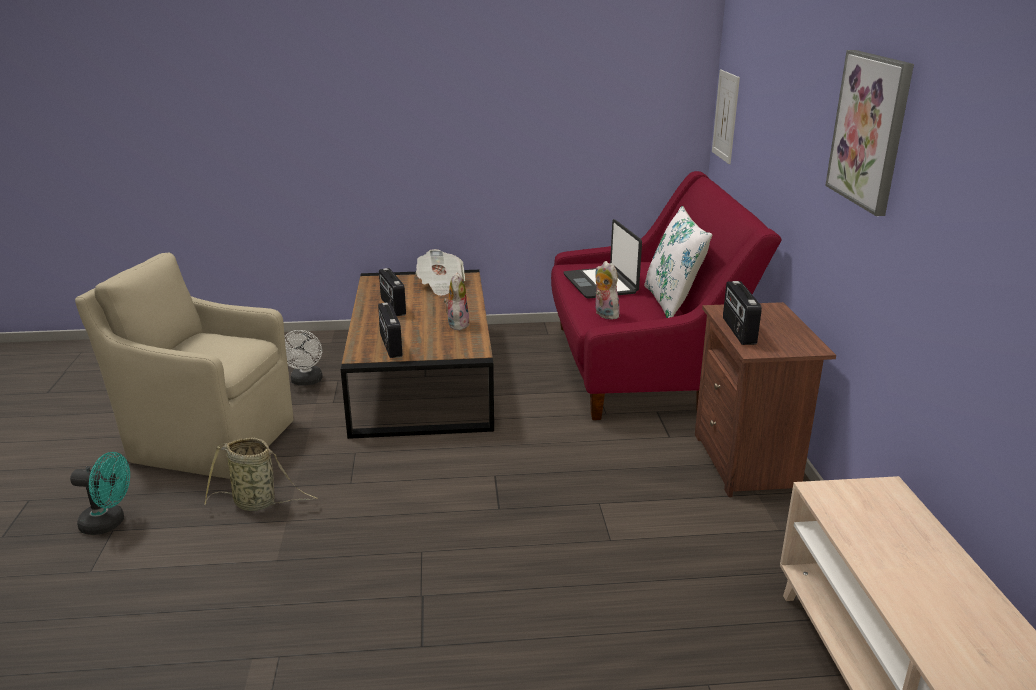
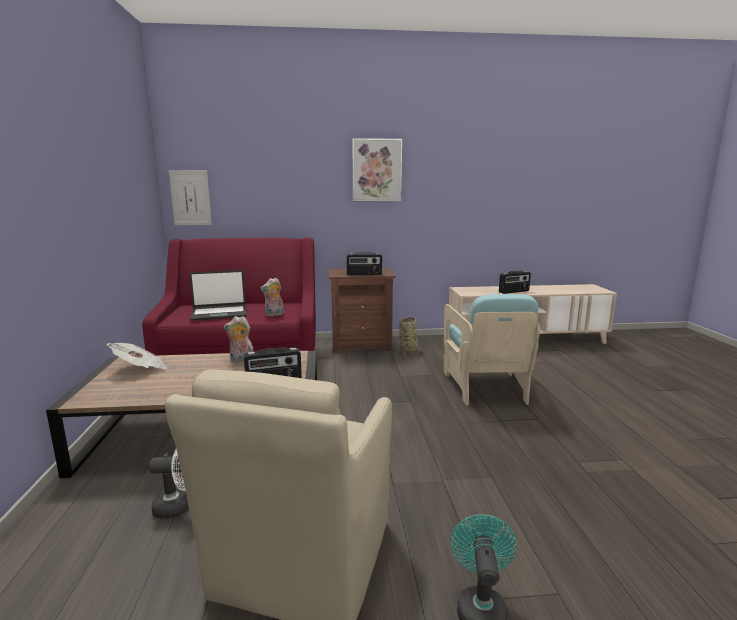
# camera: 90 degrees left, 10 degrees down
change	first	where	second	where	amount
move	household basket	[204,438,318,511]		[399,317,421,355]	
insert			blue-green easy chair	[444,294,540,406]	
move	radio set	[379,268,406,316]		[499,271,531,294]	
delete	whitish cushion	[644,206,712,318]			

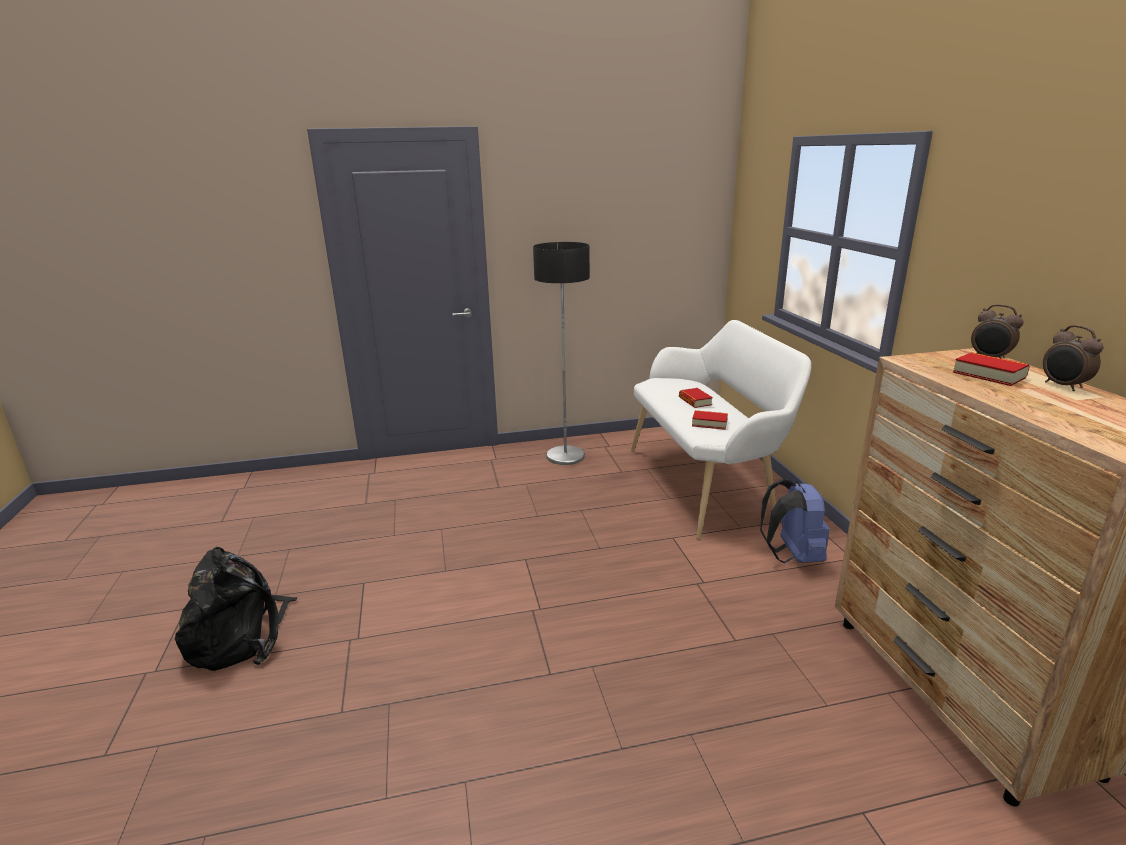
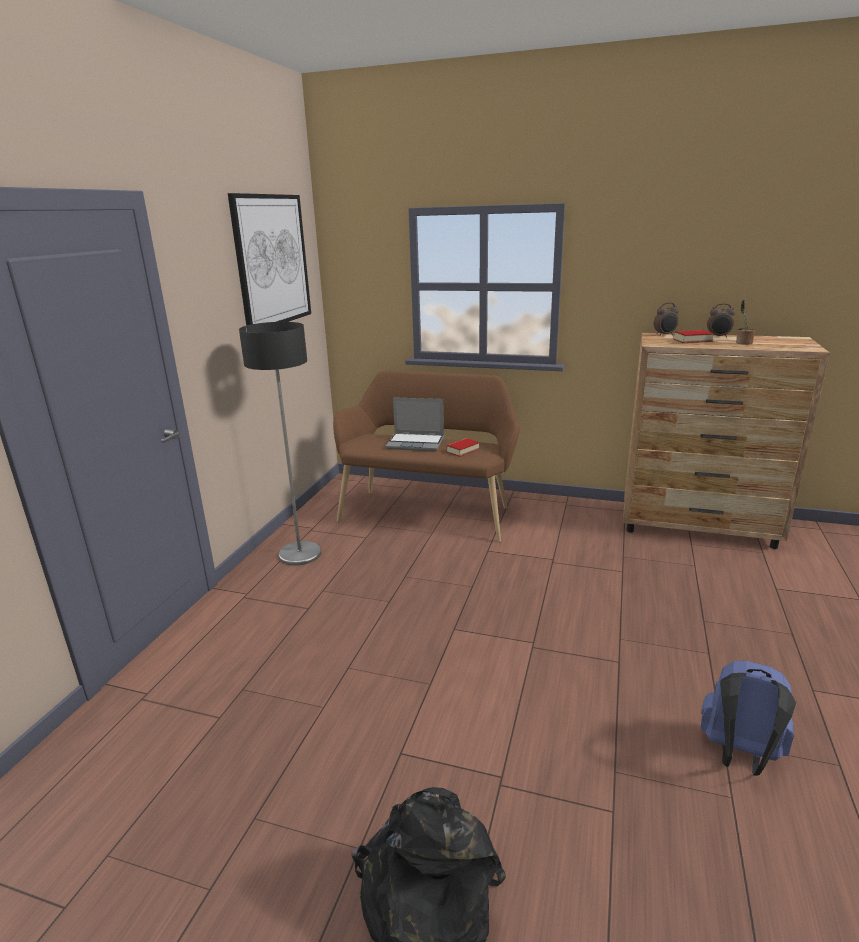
# camera: 60 degrees left, 0 degrees up
change	first	where	second	where	amount
insert			wall picture	[228,193,311,326]	
recolor	whitish long seat	[631,320,811,539]	brownish long seat	[333,370,520,542]	
replace	volume	[679,388,713,408]	notebook computer	[385,397,444,451]	
move	blue rucksack	[760,479,830,563]		[701,661,796,776]	
insert			houseplant	[736,300,755,345]	

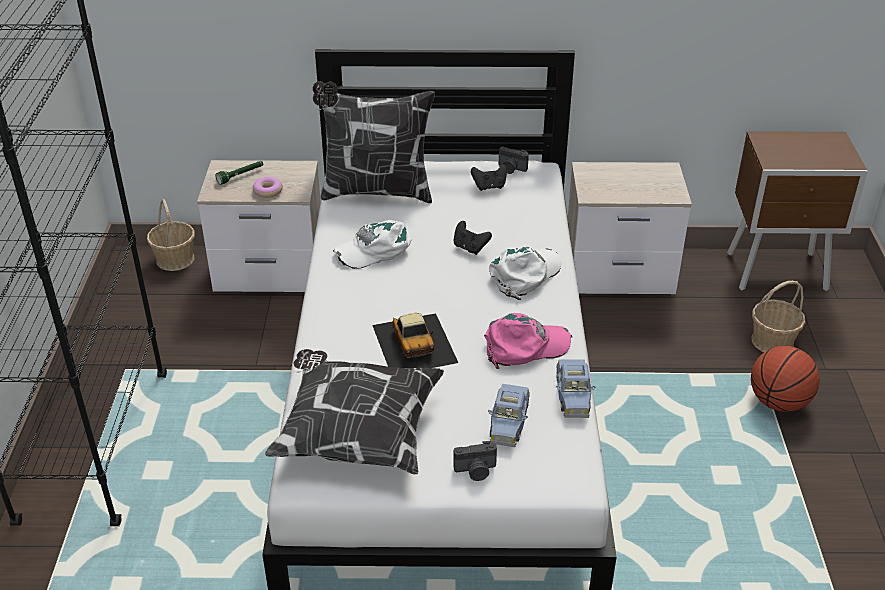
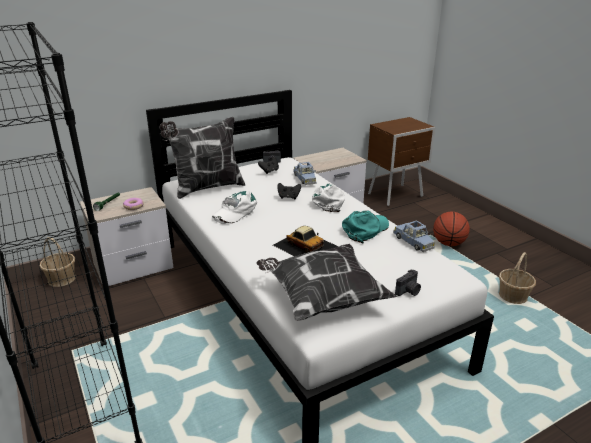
# camera: 30 degrees left, 10 degrees down
change	first	where	second	where	amount
move	blue toy car	[488,384,530,447]		[293,162,316,185]	
recolor	pinkish baseball cap	[484,313,572,369]	blue-green baseball cap	[342,210,389,243]	
move	household basket	[751,281,806,352]		[499,252,536,304]	

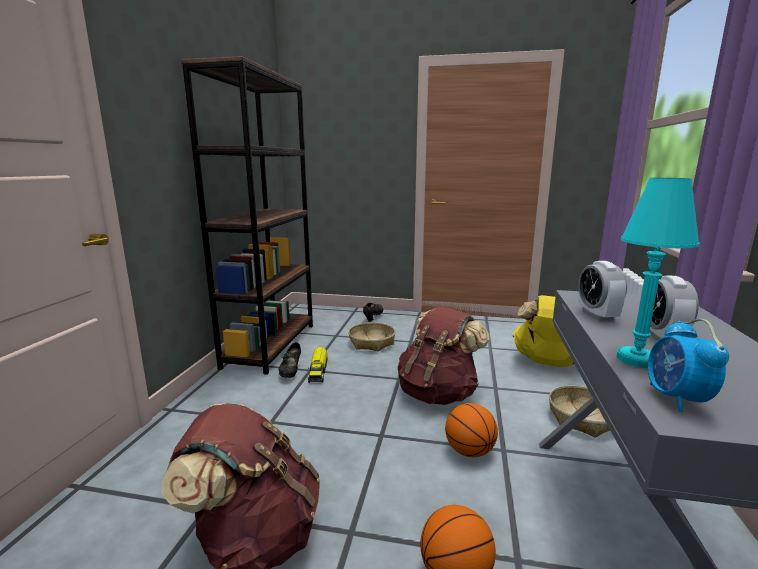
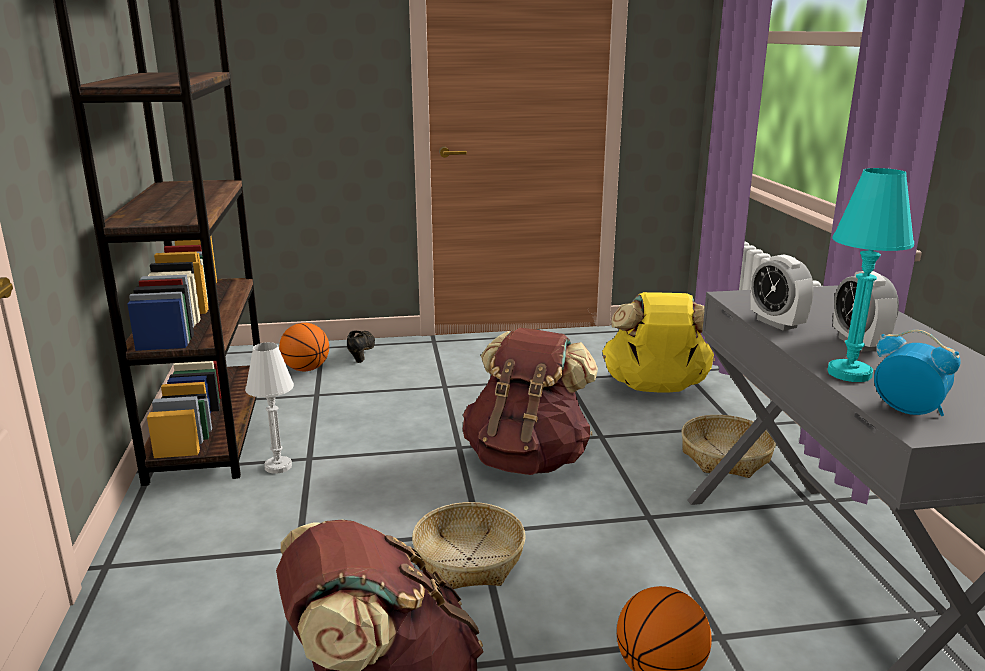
# camera: 20 degrees left, 5 degrees up
change	first	where	second	where	amount
replace	black-coloured item of footwear	[279,342,301,378]	whitish tabletop lamp	[245,342,294,474]	
move	basketball ball	[445,403,498,457]		[279,323,329,371]	
move	household basket	[348,322,395,352]		[412,502,526,589]	
rotate	alarm clock	[648,319,729,412]		[874,330,961,416]	150 degrees clockwise
delete	toy truck	[308,347,327,383]			

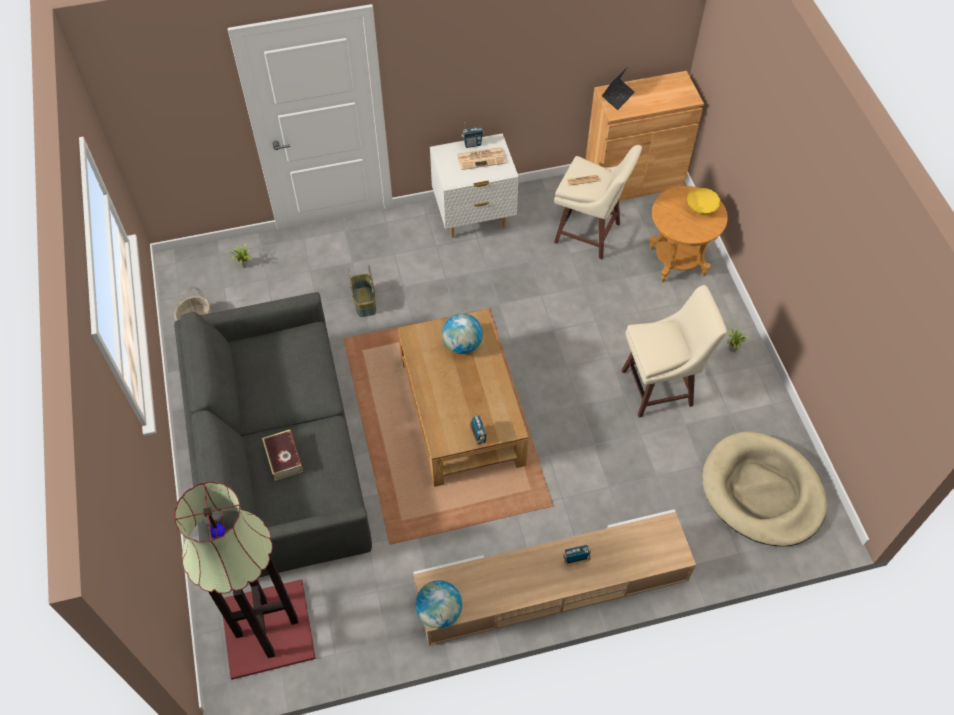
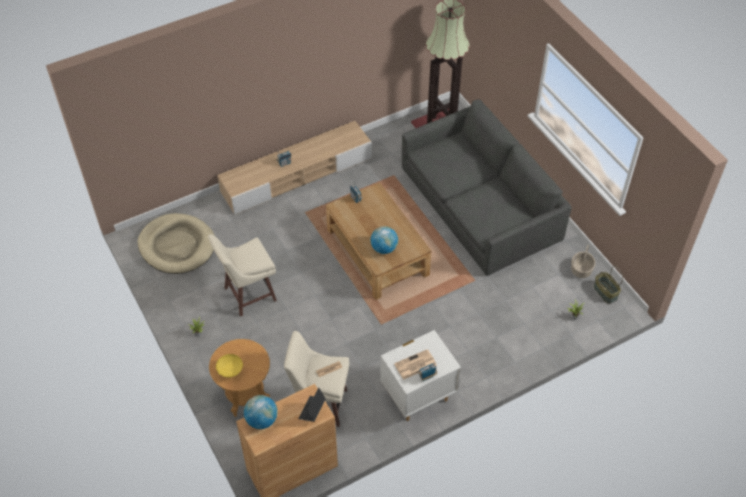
# camera: 165 degrees right, 5 degrees down
change	first	where	second	where	amount
move	globe	[416,580,462,628]		[244,395,277,429]	
move	household basket	[348,265,376,317]		[594,266,623,304]	
delete	volume	[262,430,303,481]			

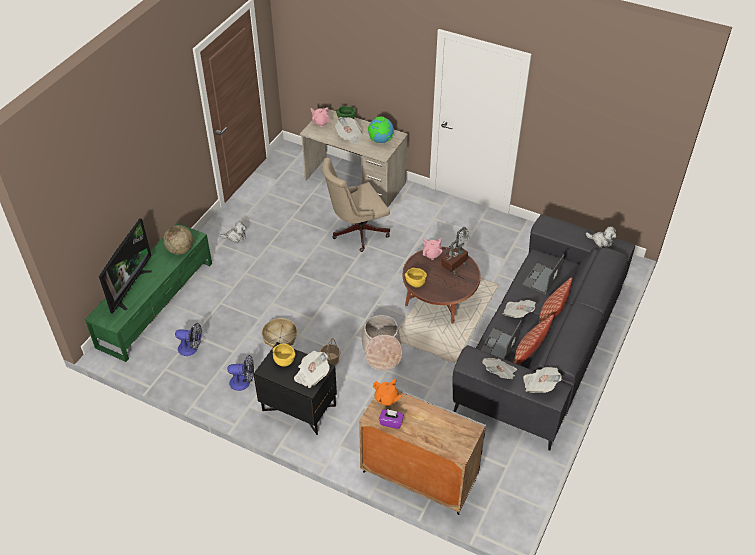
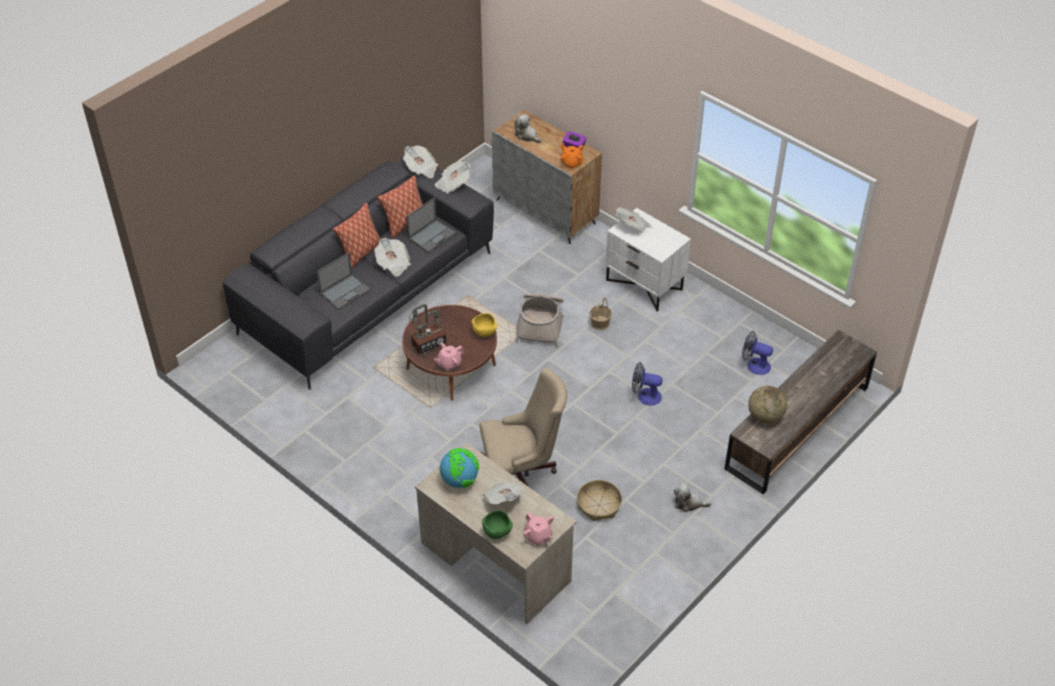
# camera: 165 degrees left, 0 degrees up
change	first	where	second	where	amount
move	plush toy	[586,226,617,248]		[514,114,541,143]	
move	household basket	[262,318,297,347]		[577,480,622,521]	
recolor	black-coloured bedside table	[254,342,337,435]	whitish bedside table	[606,208,691,311]	
move	cooling fan	[227,355,254,391]		[632,362,663,406]	
recolor	green media console	[85,223,212,362]	brownish media console	[725,330,877,494]	
delete	TV	[99,218,152,314]			
delete	yellowish bowl	[273,343,295,367]			

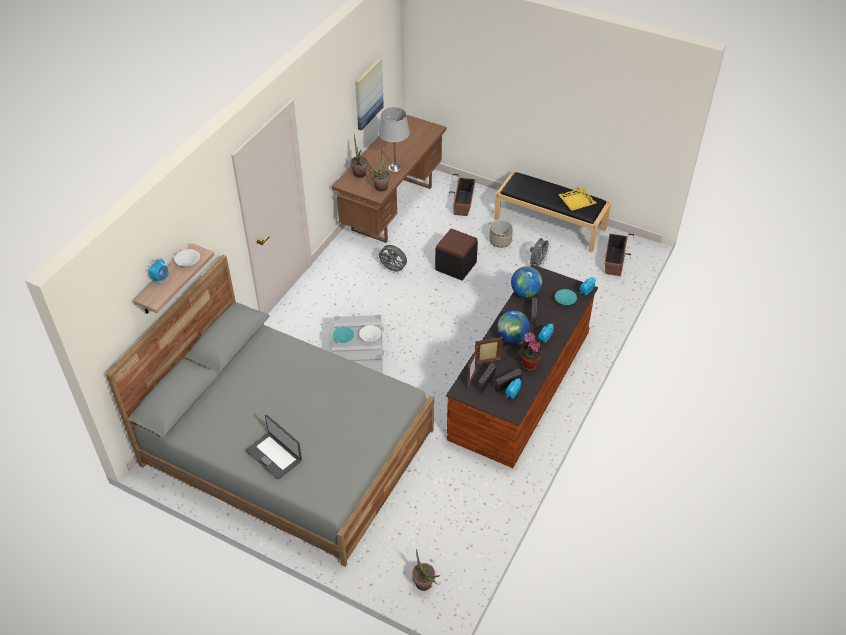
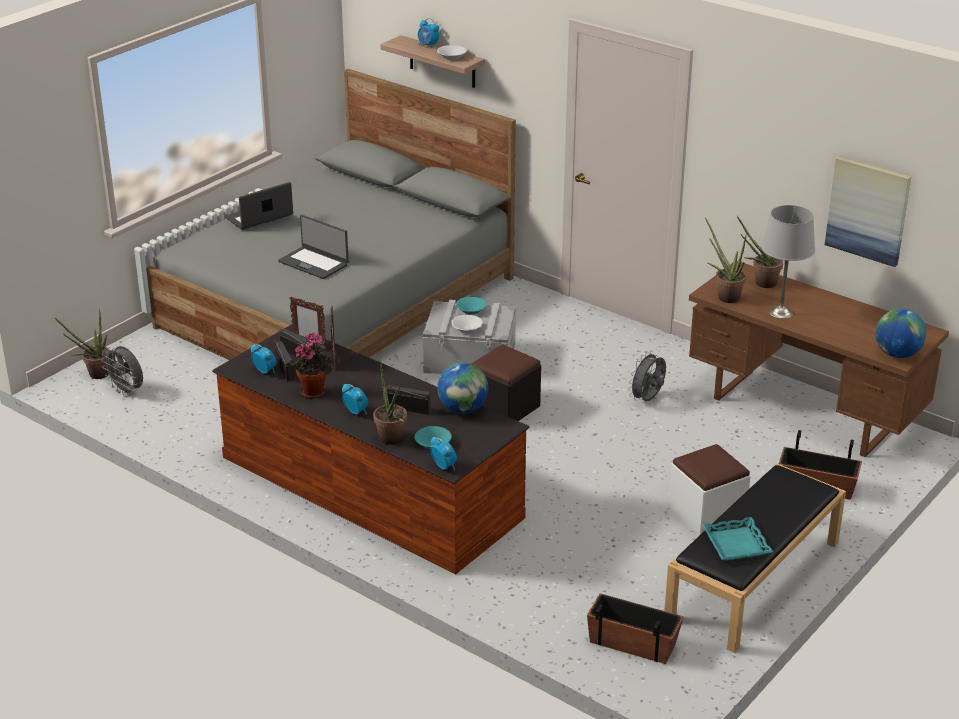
# camera: 100 degrees right, 15 degrees down
change	first	where	second	where	amount
move	grey cooling fan	[530,238,551,267]		[101,346,143,396]	
insert			notebook computer	[278,215,349,279]	
insert			houseplant	[373,361,407,445]	
move	black-coloured ottoman	[435,229,478,281]		[472,345,541,421]	
replace	flower pot	[489,220,513,248]	whitish ottoman	[668,444,751,535]	
recolor	yellowish serving tray	[559,187,596,211]	blue-green serving tray	[702,517,773,561]	
move	globe	[497,311,530,343]		[875,309,926,358]	

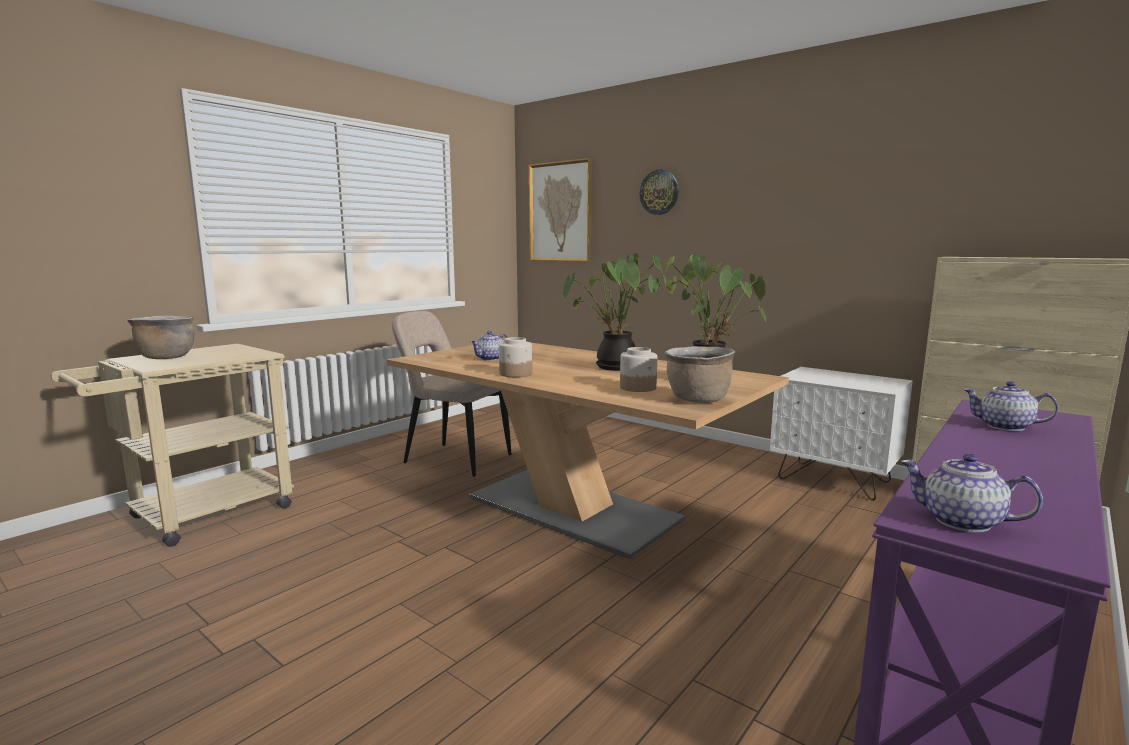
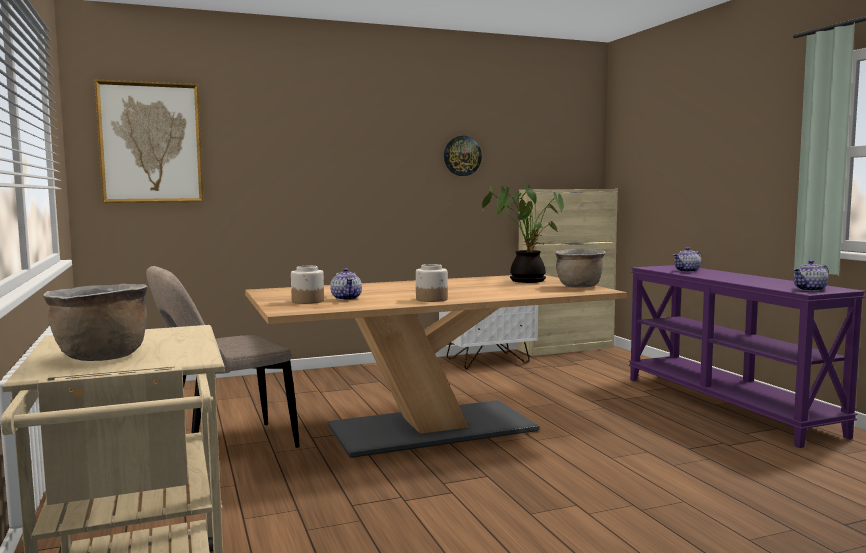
# camera: 60 degrees left, 5 degrees down
change	first	where	second	where	amount
move	storage jar	[620,347,657,392]		[291,266,324,304]	
move	clock on the wall	[640,170,679,215]		[444,136,482,176]	
delete	houseplant	[563,253,666,371]			

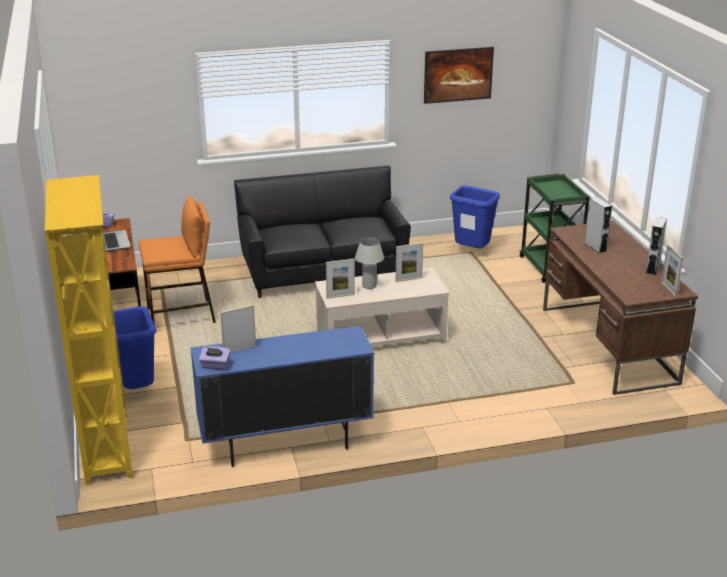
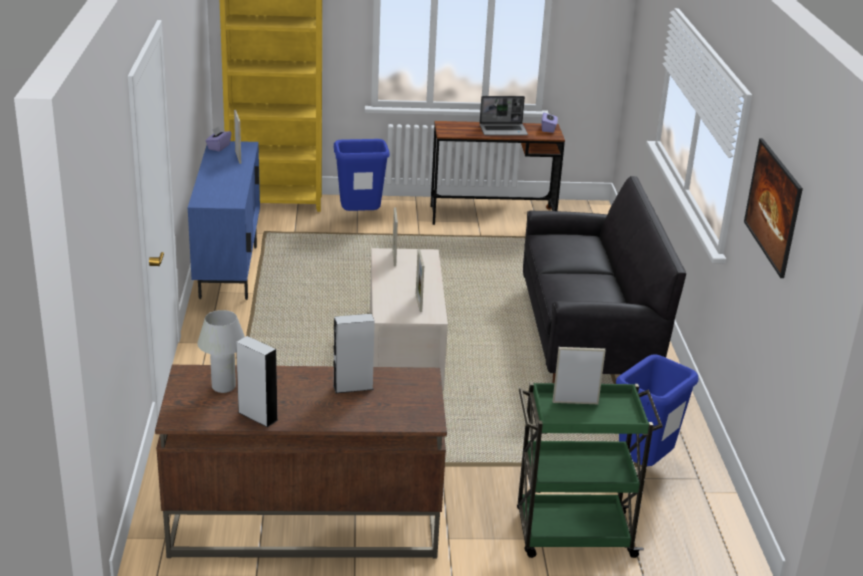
# camera: 100 degrees right, 0 degrees up
change	first	where	second	where	amount
move	whitish tabletop lamp	[355,238,384,289]		[197,310,245,393]	
move	photo frame	[661,244,683,297]		[553,347,606,404]	
delete	orange stool	[138,195,216,325]			

